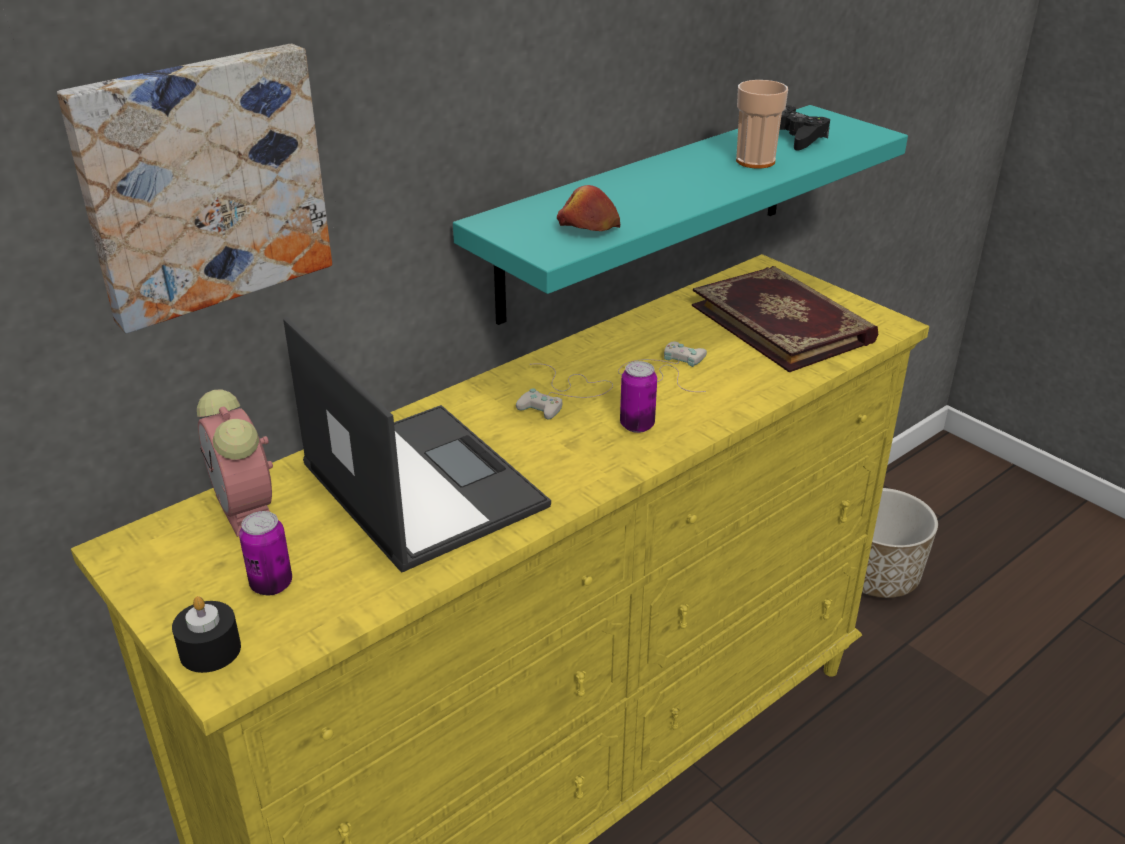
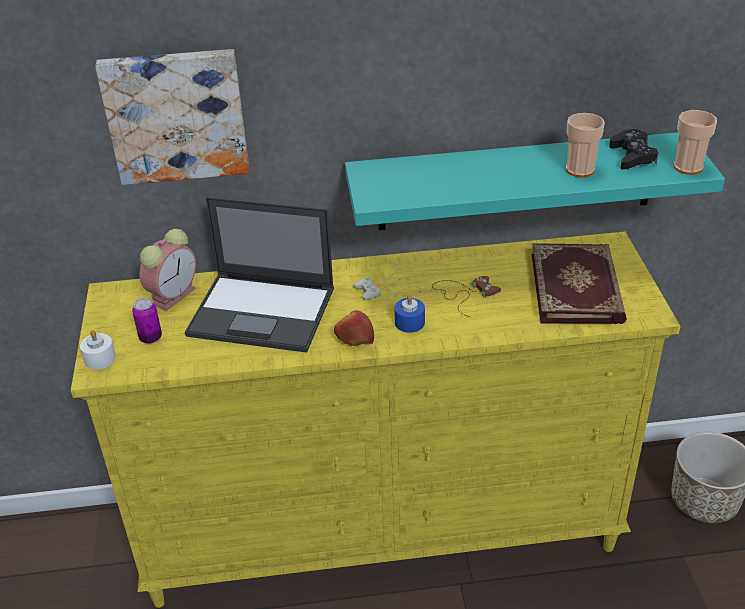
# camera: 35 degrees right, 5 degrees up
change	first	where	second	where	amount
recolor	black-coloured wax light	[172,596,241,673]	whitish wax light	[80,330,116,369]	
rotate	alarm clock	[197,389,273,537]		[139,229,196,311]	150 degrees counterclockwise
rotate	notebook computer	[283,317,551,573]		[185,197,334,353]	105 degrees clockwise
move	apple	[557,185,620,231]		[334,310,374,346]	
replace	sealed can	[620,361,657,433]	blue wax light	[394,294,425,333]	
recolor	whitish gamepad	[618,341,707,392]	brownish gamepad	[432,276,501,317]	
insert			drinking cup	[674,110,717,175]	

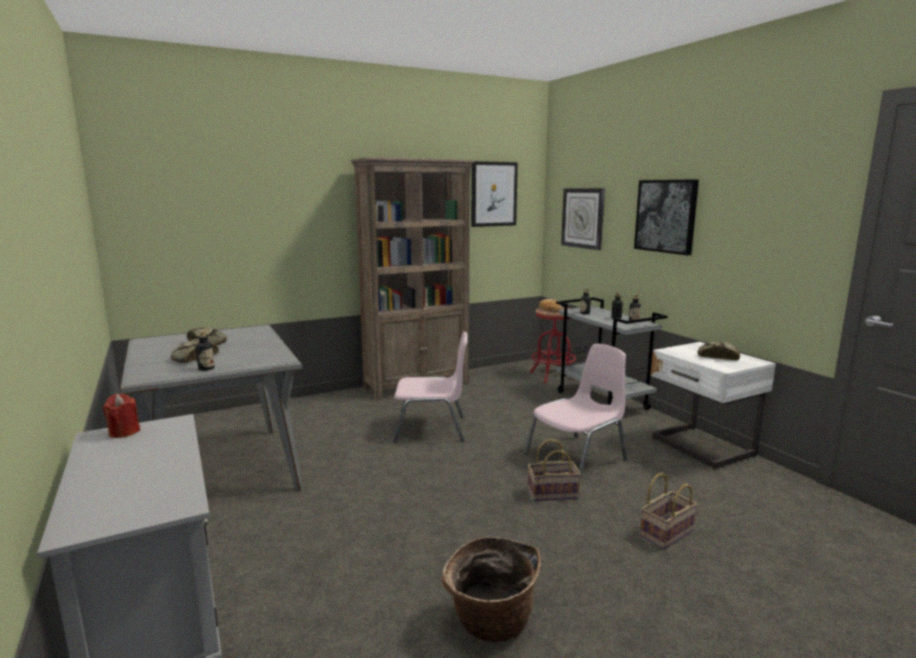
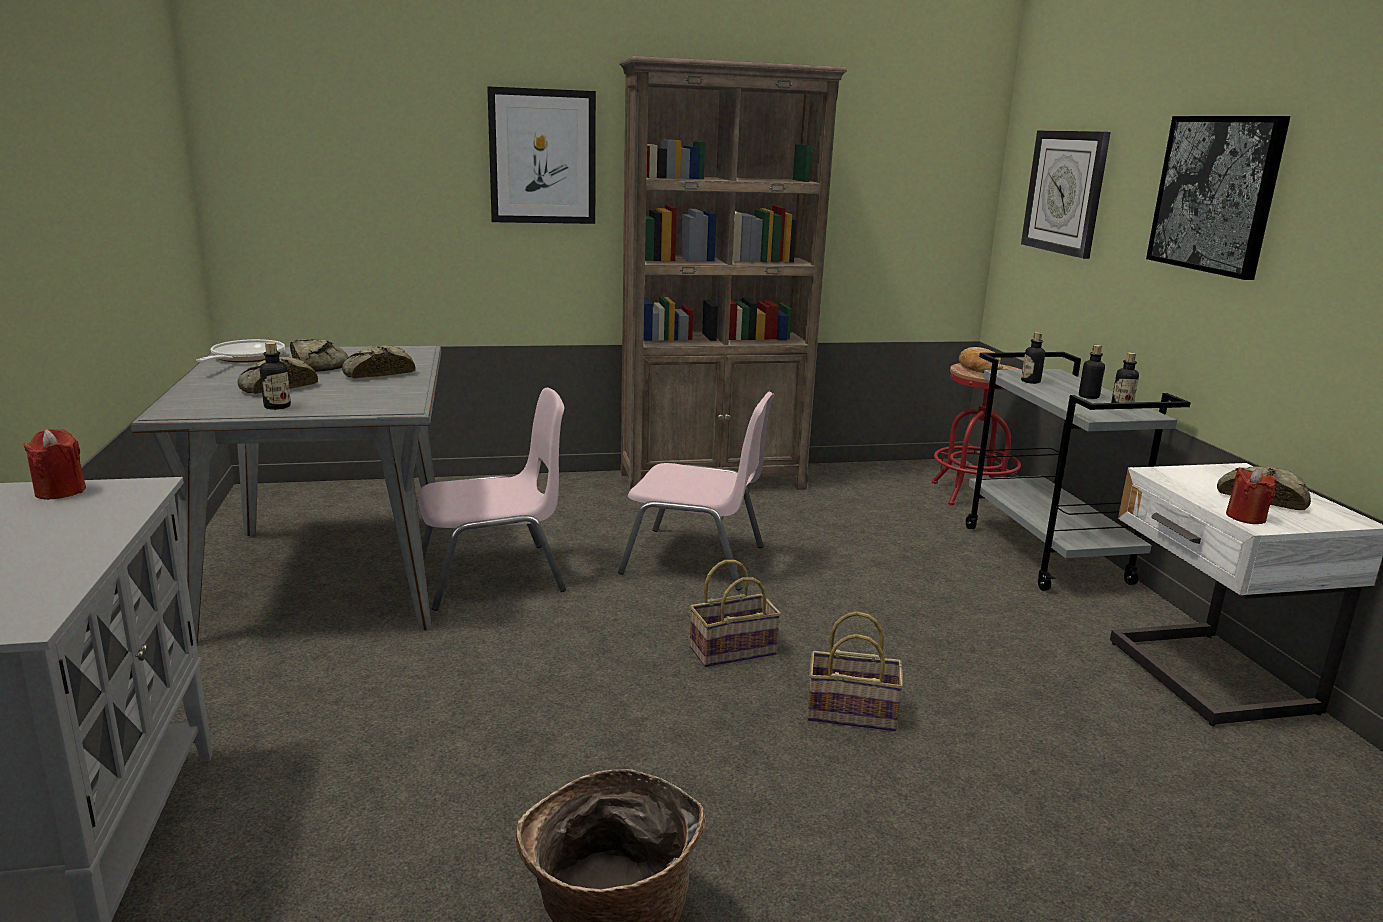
# camera: 15 degrees right, 5 degrees up
change	first	where	second	where	amount
insert			skillet	[196,339,285,363]	
insert			baked bread	[342,345,416,378]	
move	pinkish chair	[524,344,627,480]		[418,388,566,611]	
move	wall picture	[471,161,518,227]		[487,86,596,224]	
move	household basket	[640,473,697,549]		[690,560,781,667]	
insert			red wax light	[1226,468,1276,524]	

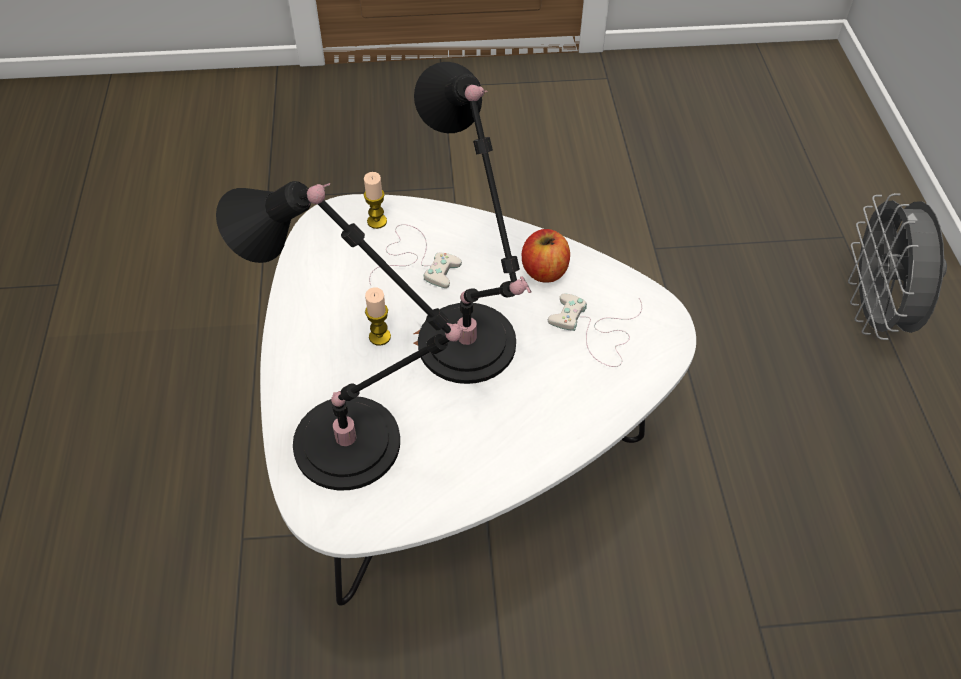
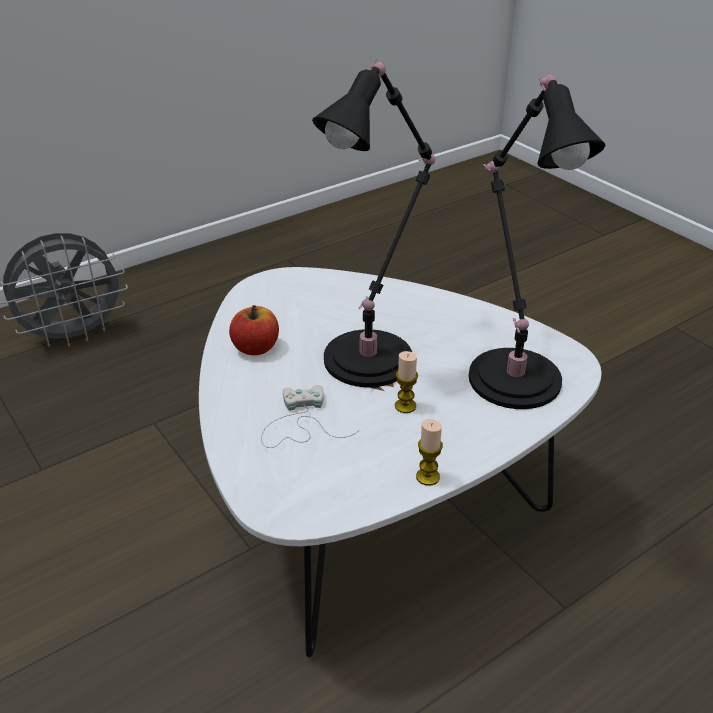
# camera: 120 degrees left, 15 degrees down
change	first	where	second	where	amount
move	wax light	[364,172,387,229]		[416,419,443,486]	
delete	whitish gamepad	[548,294,642,367]			

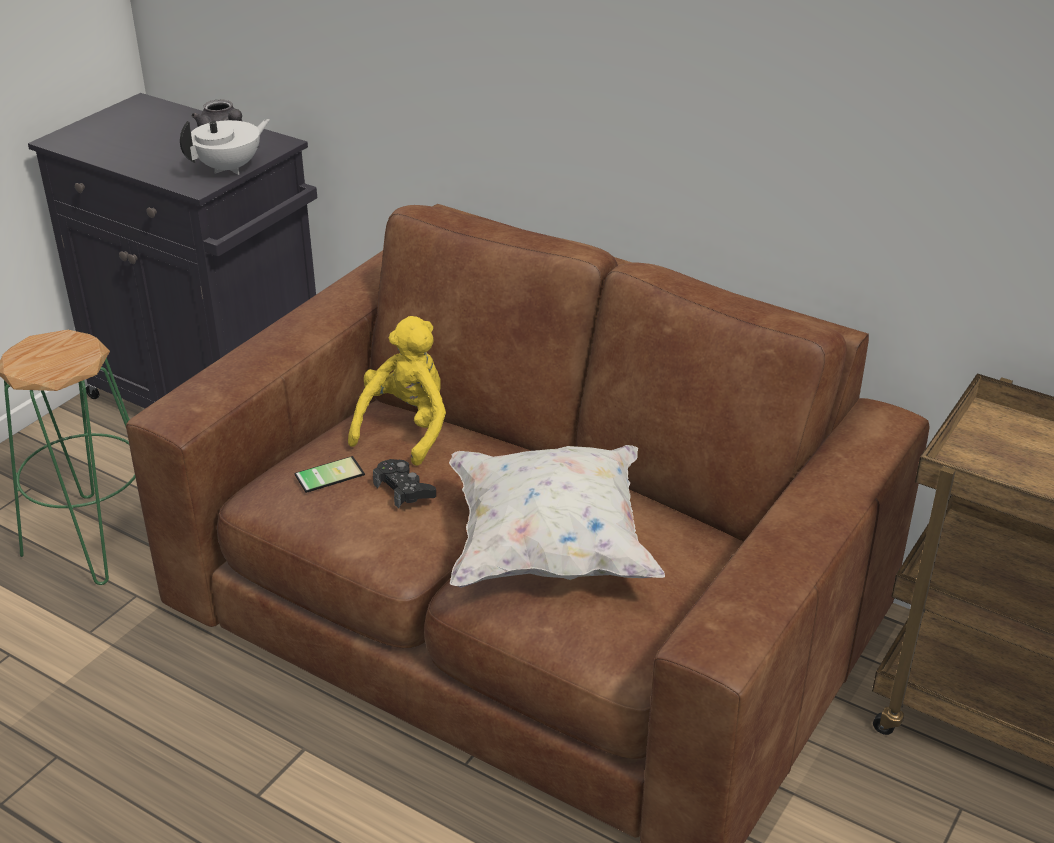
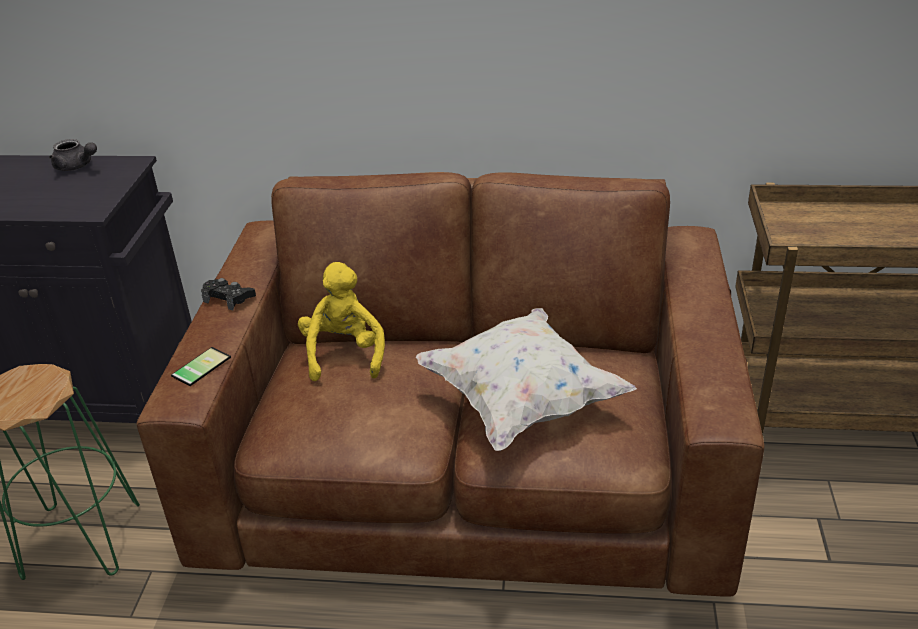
# camera: 25 degrees left, 0 degrees up
change	first	where	second	where	amount
move	telephone	[294,456,365,493]		[171,347,231,386]	
move	black-coloured gamepad	[373,459,436,509]		[201,278,256,311]	
delete	whitish teapot	[180,119,270,175]			

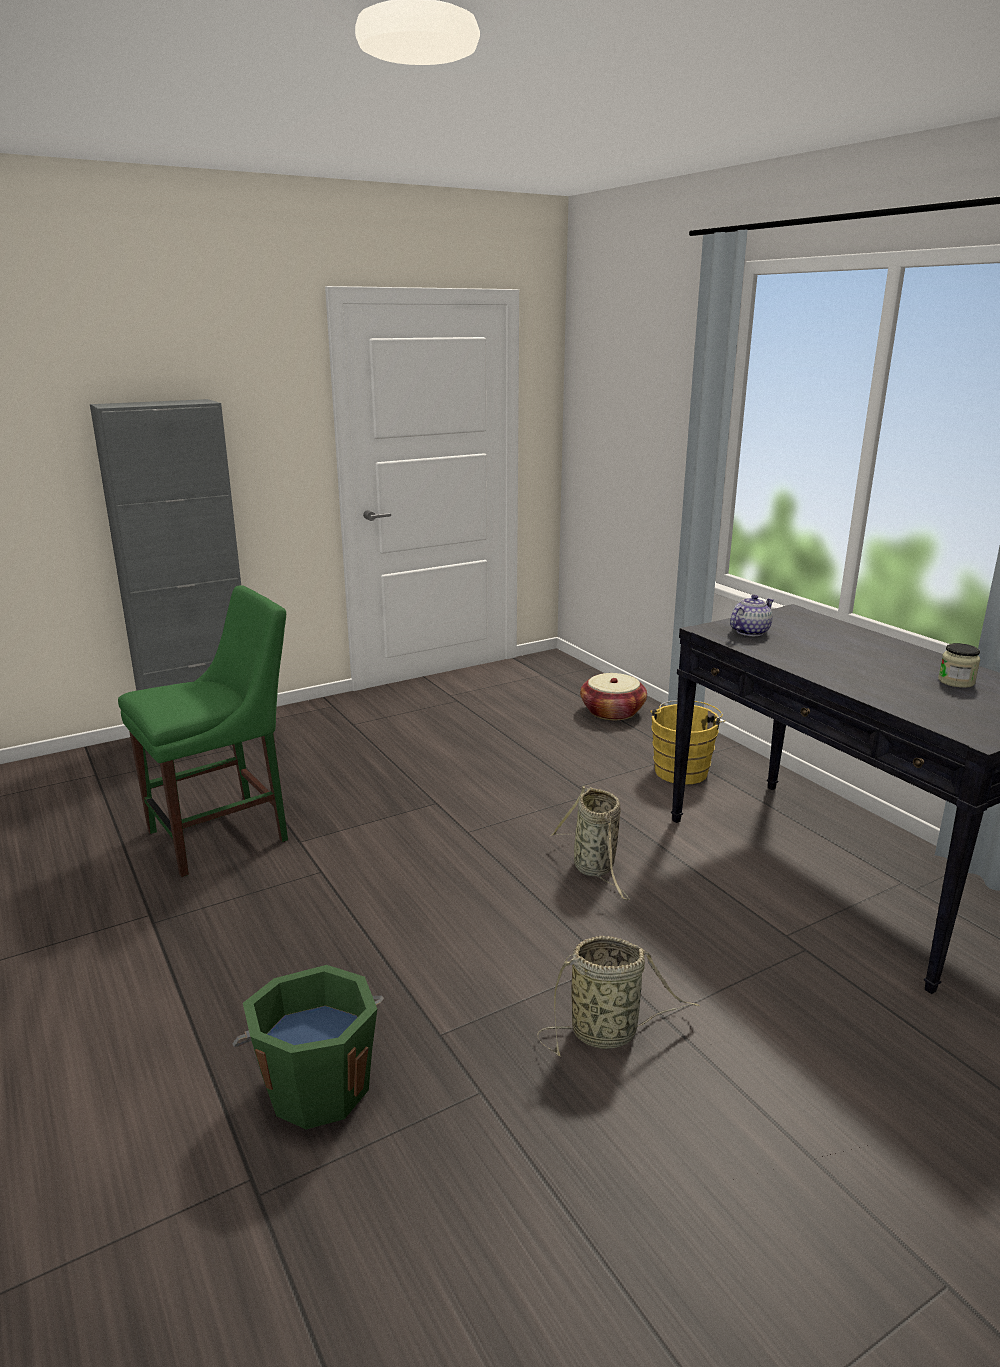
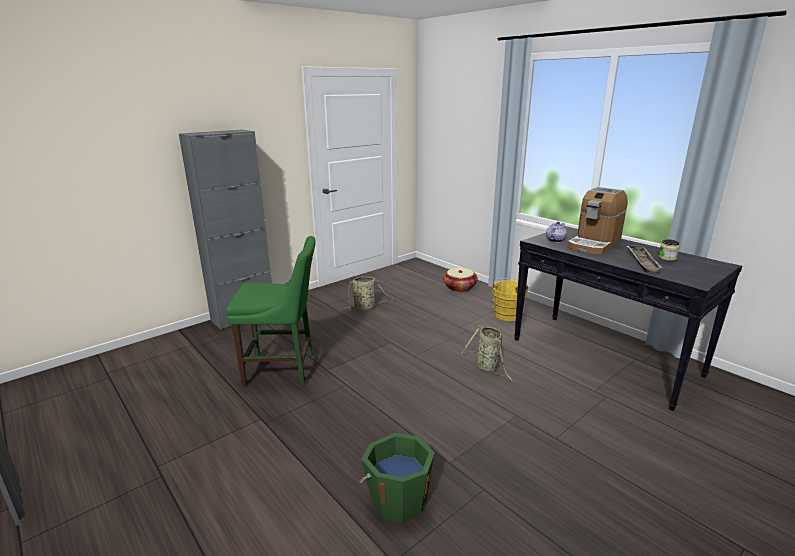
# camera: 10 degrees left, 0 degrees up
change	first	where	second	where	amount
rotate	green chair	[118,585,288,877]		[226,236,316,387]	45 degrees clockwise
move	household basket	[537,936,700,1057]		[346,276,394,310]	
insert			coffee machine	[567,187,628,254]	
insert			serving tray	[626,245,663,273]	

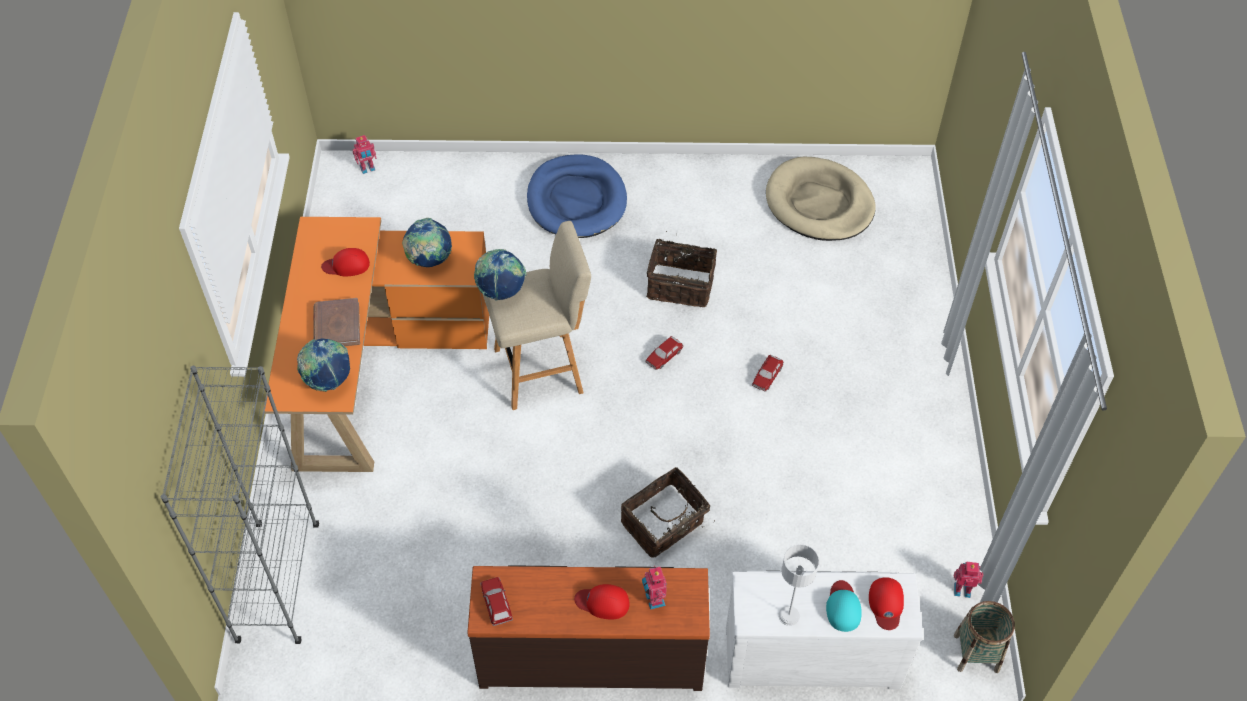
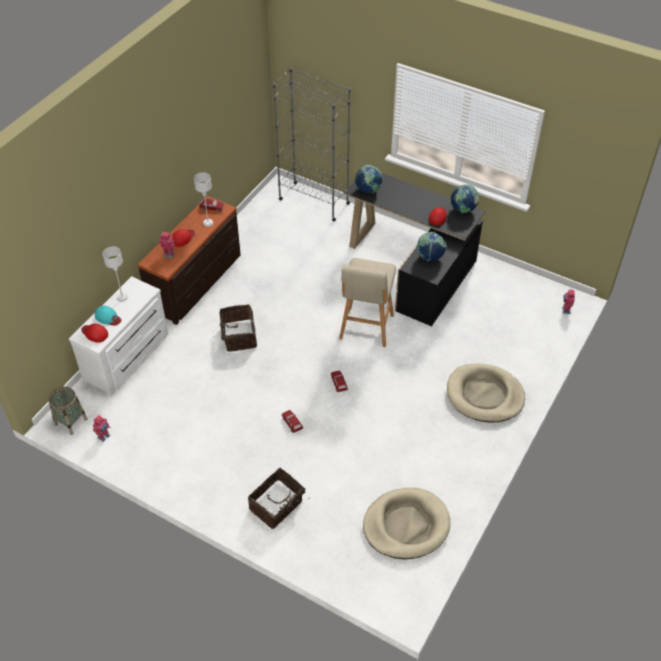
# camera: 120 degrees right, 5 degrees down
change	first	where	second	where	amount
insert			grey tabletop lamp	[194,172,213,227]	
move	household basket	[647,231,717,307]		[248,468,305,529]	
recolor	orange desk	[264,217,489,472]	black-coloured desk	[344,173,485,326]	
recolor	blue dog bed	[527,154,627,238]	beige dog bed	[447,363,525,422]	
move	globe	[474,249,527,300]		[451,185,479,213]	
delete	brownish volume	[313,298,360,346]			

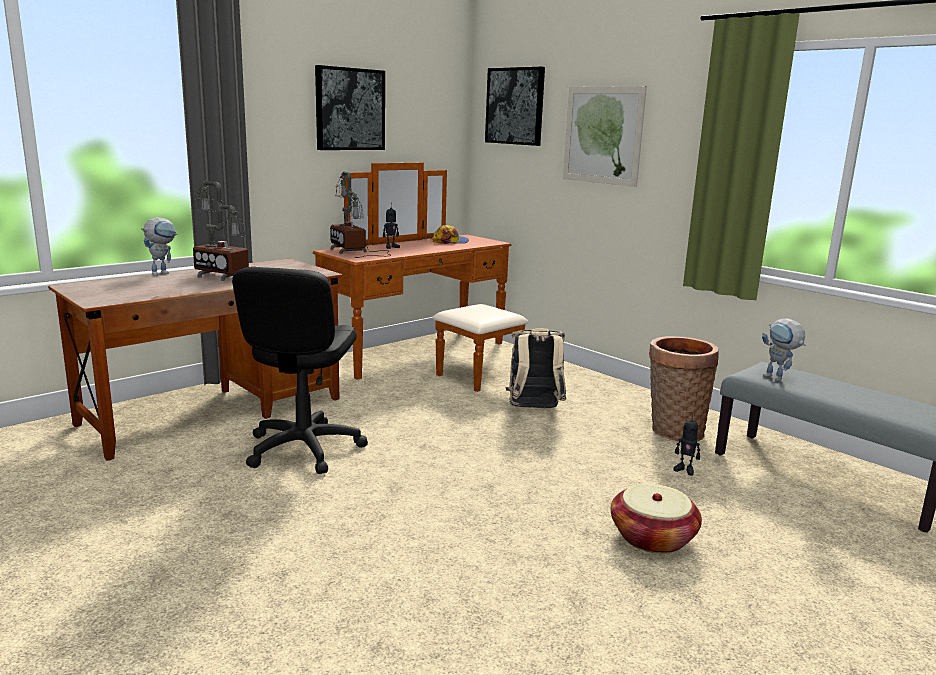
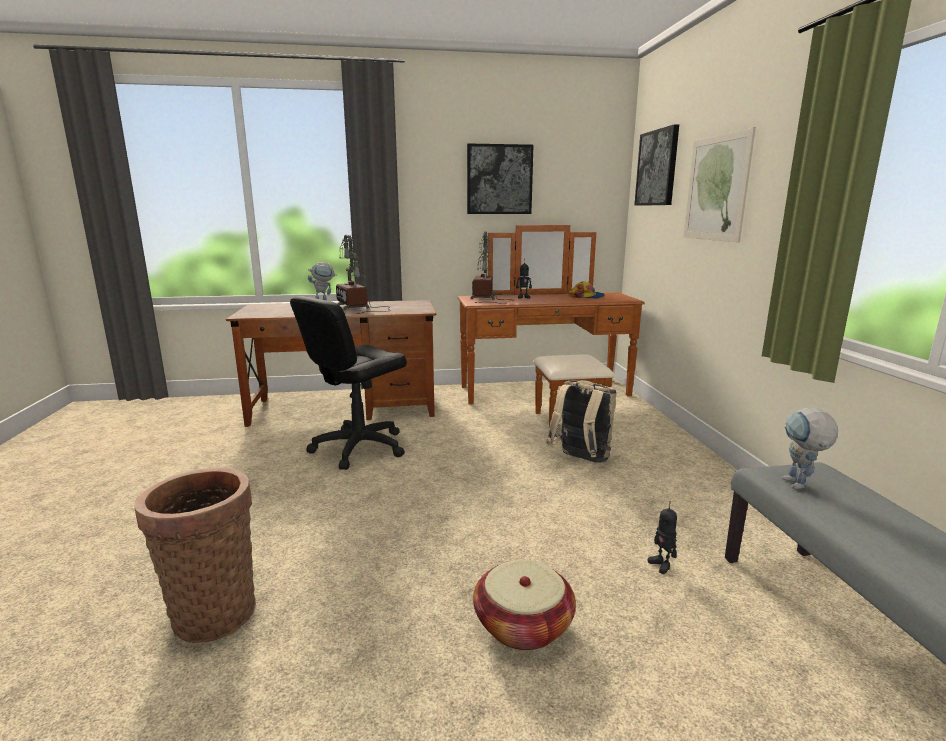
# camera: 35 degrees right, 0 degrees up
change	first	where	second	where	amount
move	household basket	[649,336,719,441]		[134,468,256,643]	

